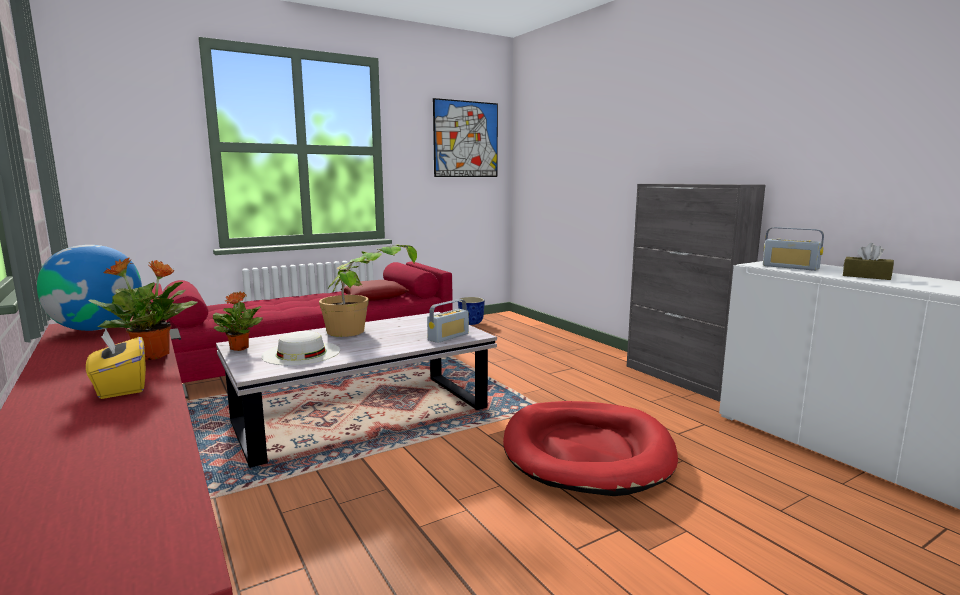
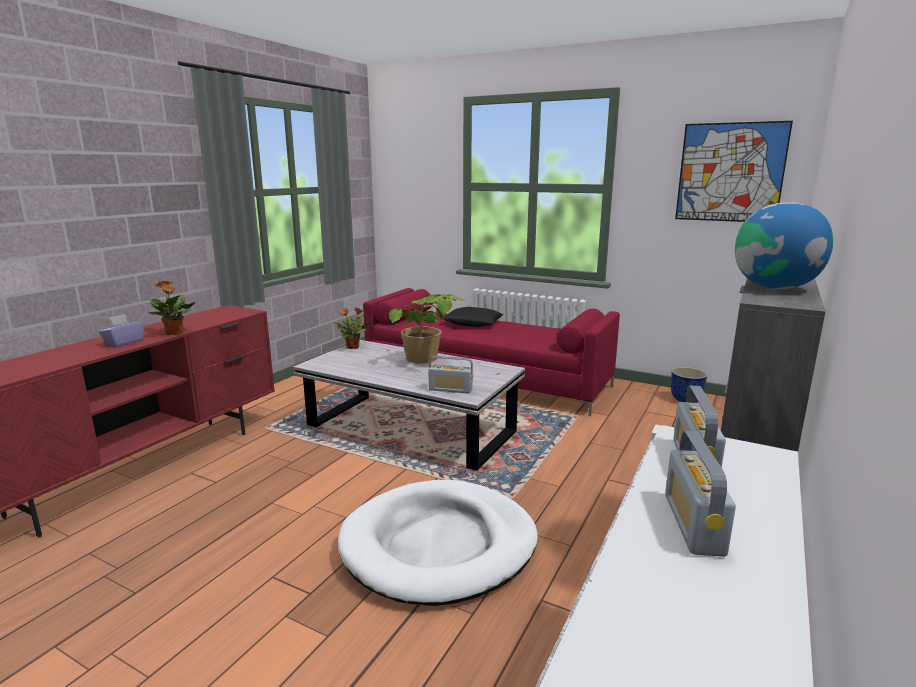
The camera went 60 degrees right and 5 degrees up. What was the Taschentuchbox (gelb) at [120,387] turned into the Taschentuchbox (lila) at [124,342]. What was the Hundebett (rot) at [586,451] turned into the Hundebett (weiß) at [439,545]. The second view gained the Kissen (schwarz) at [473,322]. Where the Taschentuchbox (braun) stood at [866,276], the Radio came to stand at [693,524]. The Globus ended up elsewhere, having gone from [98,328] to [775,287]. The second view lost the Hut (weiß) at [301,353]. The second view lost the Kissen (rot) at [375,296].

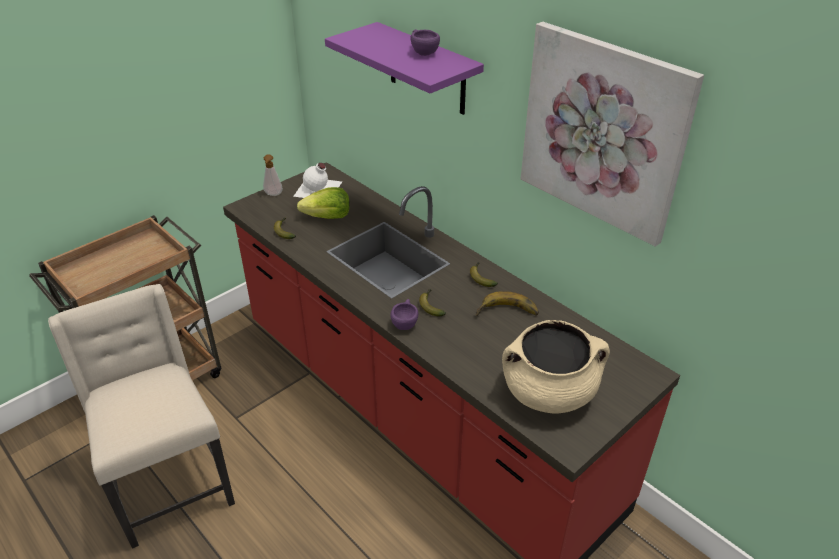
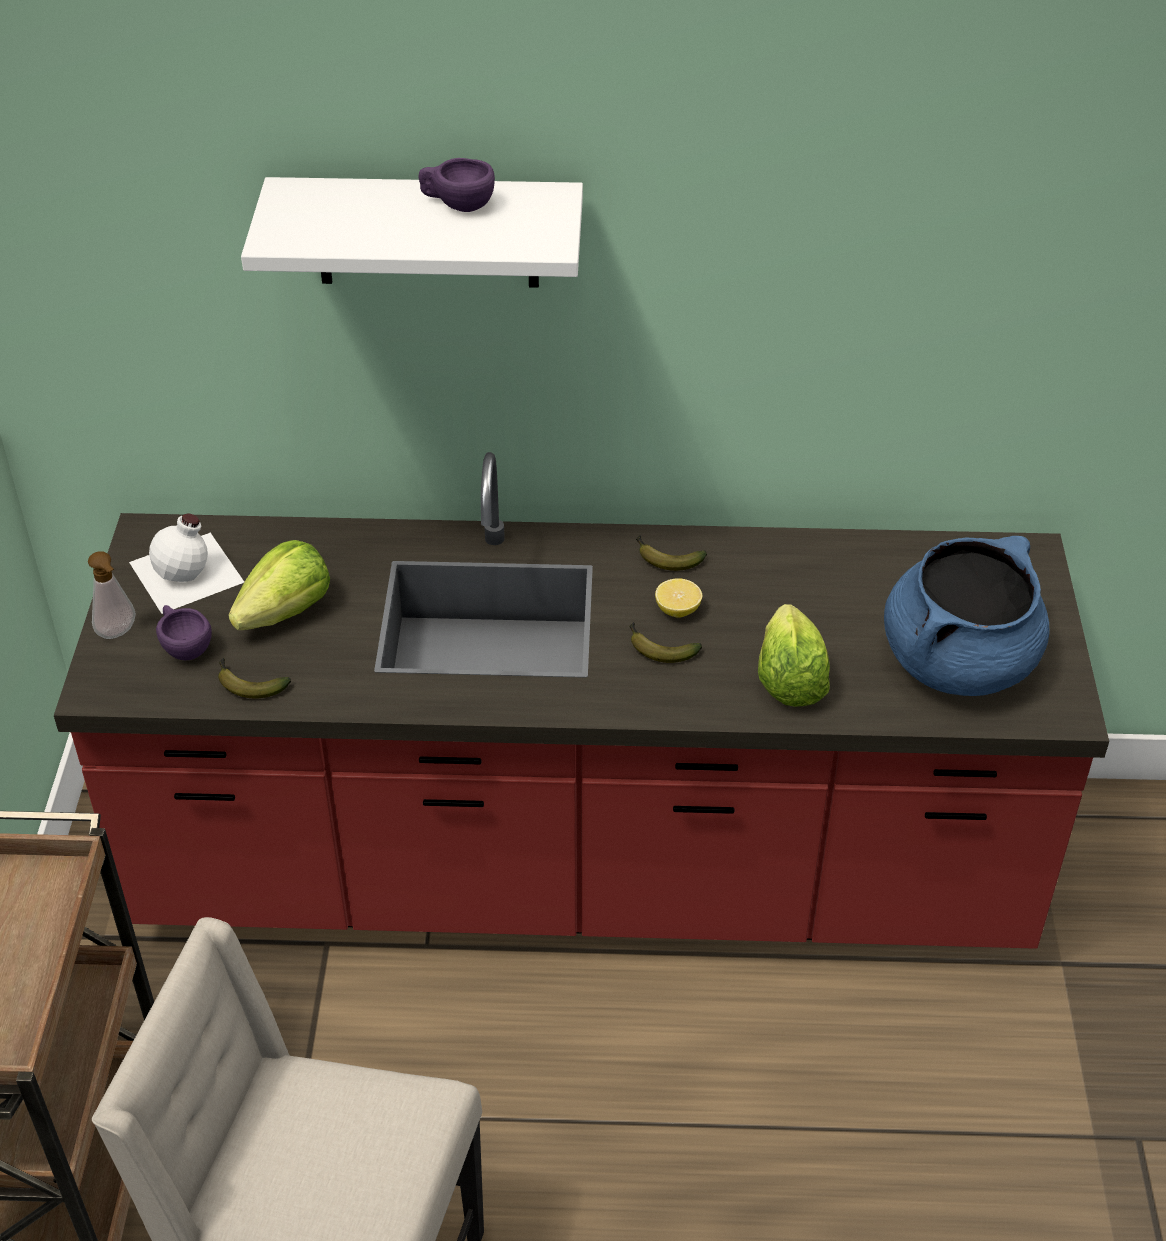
The camera went 45 degrees left and 5 degrees up. The Tasse (lila) ended up elsewhere, having gone from [405,322] to [184,646]. What was the Wandregal (lila) at [427,69] turned into the Wandregal (weiß) at [427,232]. The second view gained the Zitrone at [677,610]. The second view gained the Salatkopf at [789,680]. What was the Kochtopf (beige) at [548,392] turned into the Kochtopf (blau) at [958,662]. The second view lost the Banane at [507,313]. The second view lost the Bild at [603,132].

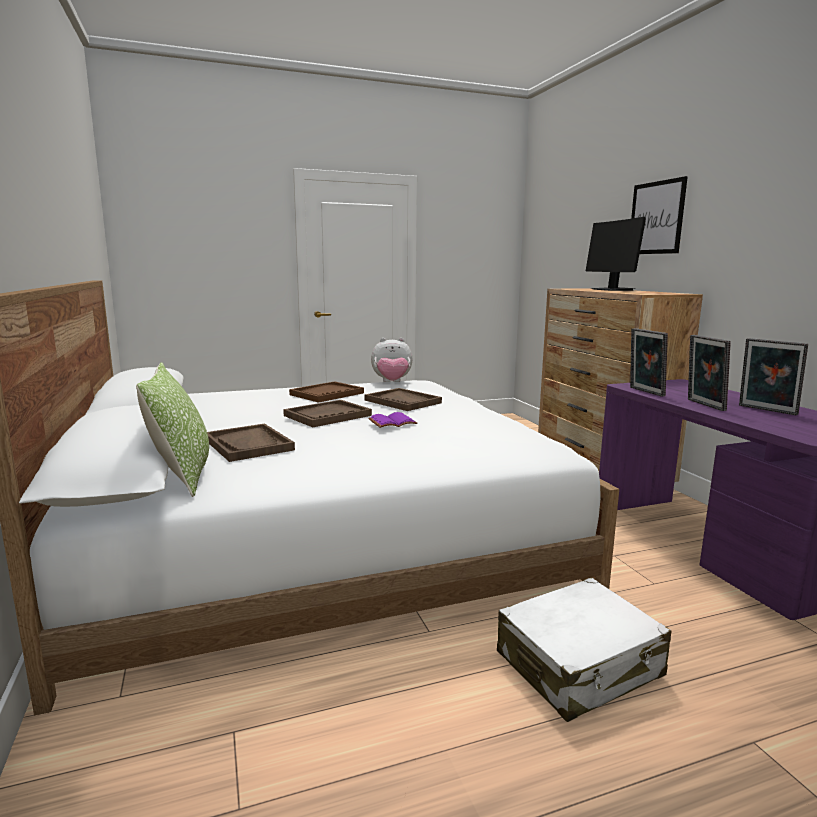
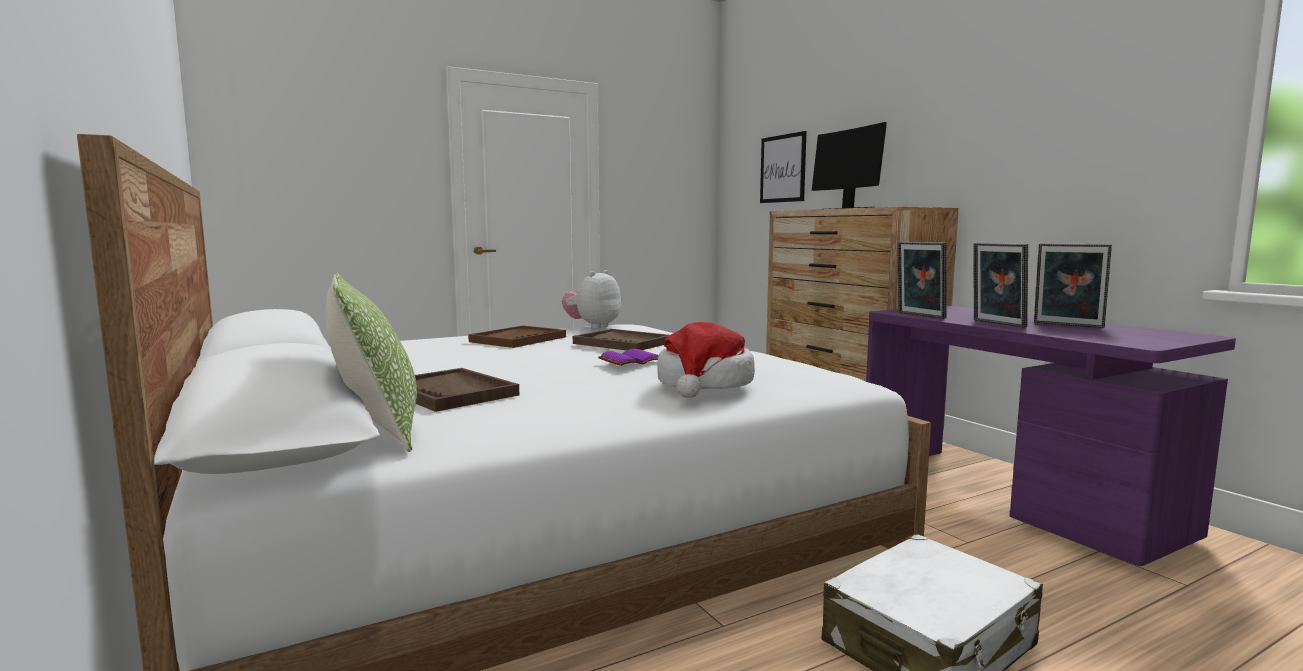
The camera went 10 degrees left and 5 degrees down. The Plüschtier at [392,382] ended up facing another way, 135 degrees clockwise from before. The second view gained the Hut at [704,384]. The Bild ended up elsewhere, having gone from [656,218] to [782,168]. The second view lost the Tablett (braun) at [327,416].

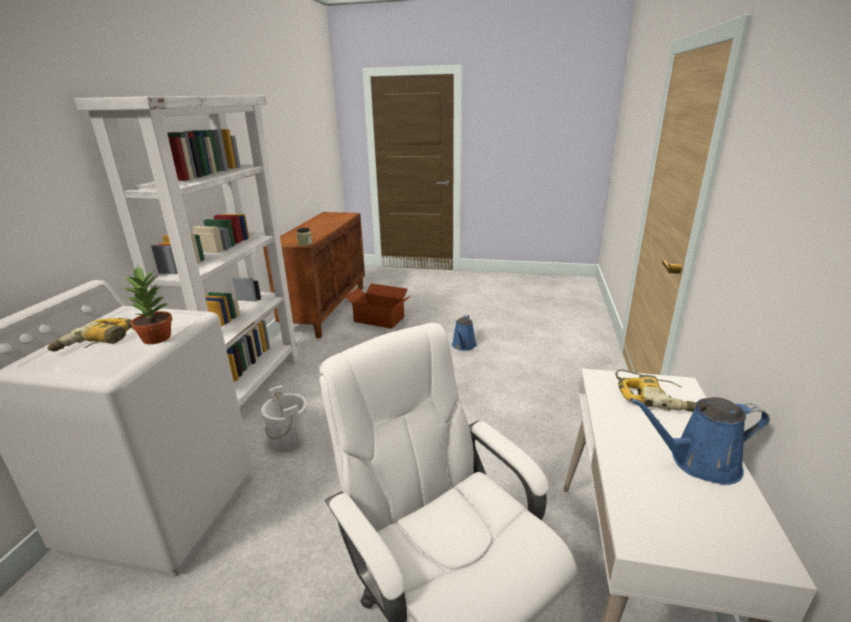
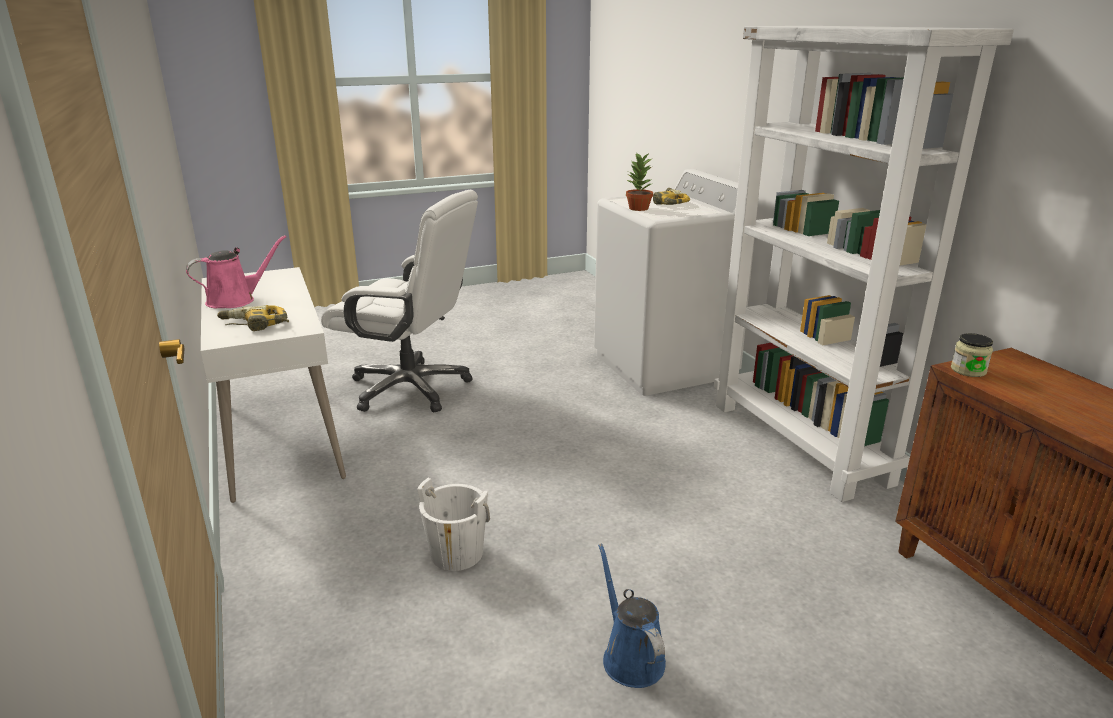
The camera went 145 degrees right and 0 degrees up. What was the Gießkanne (blau) at [699,463] turned into the Gießkanne (rosa) at [235,300]. The Eimer (weiß) ended up elsewhere, having gone from [289,439] to [456,554]. The second view lost the Karton at [379,320].

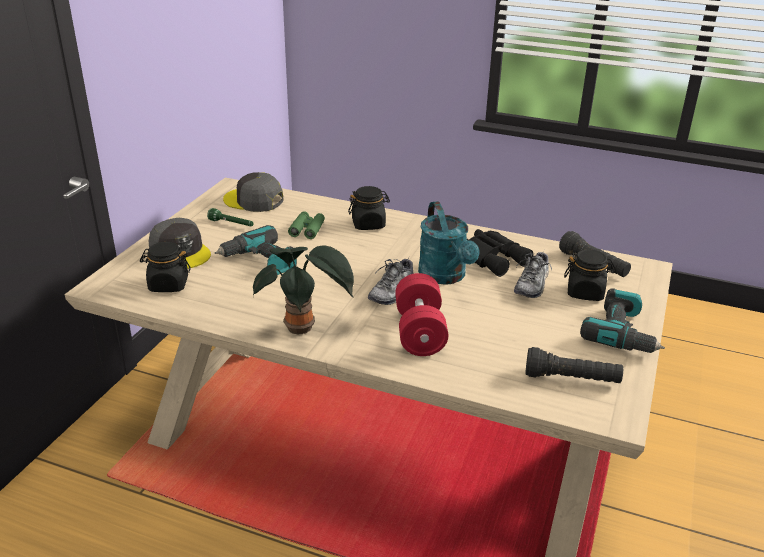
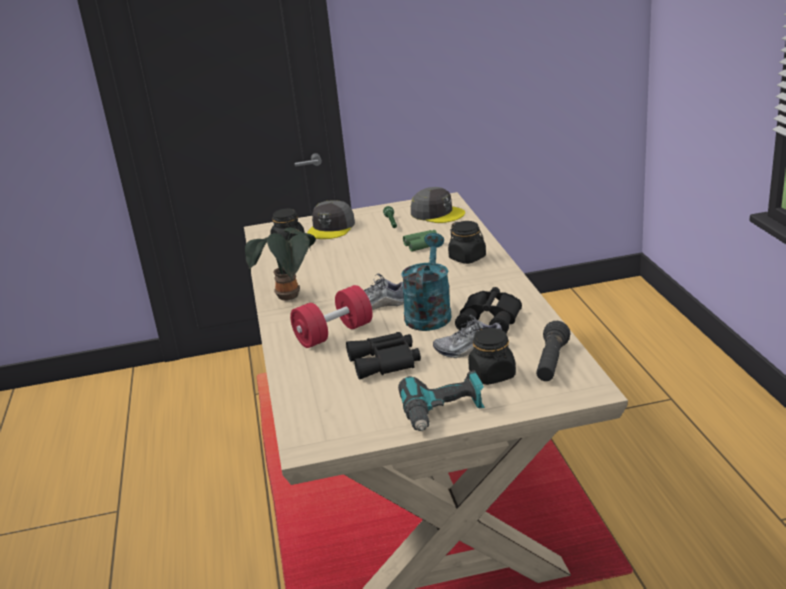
The camera went 60 degrees right and 5 degrees down. The second view gained the Fernglas (schwarz) at [386,362]. The Gießkanne (türkis) at [445,276] ended up facing another way, 150 degrees clockwise from before. The Kappe (grau) at [253,200] ended up facing another way, 135 degrees clockwise from before. The second view lost the Bohrmaschine at [260,261]. The second view lost the Taschenlampe (schwarz) at [571,379].

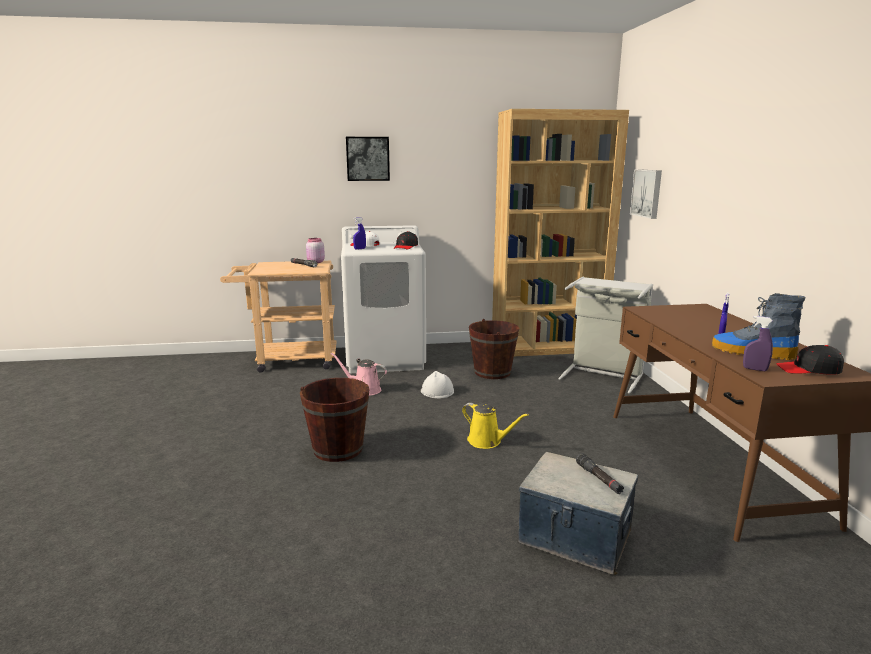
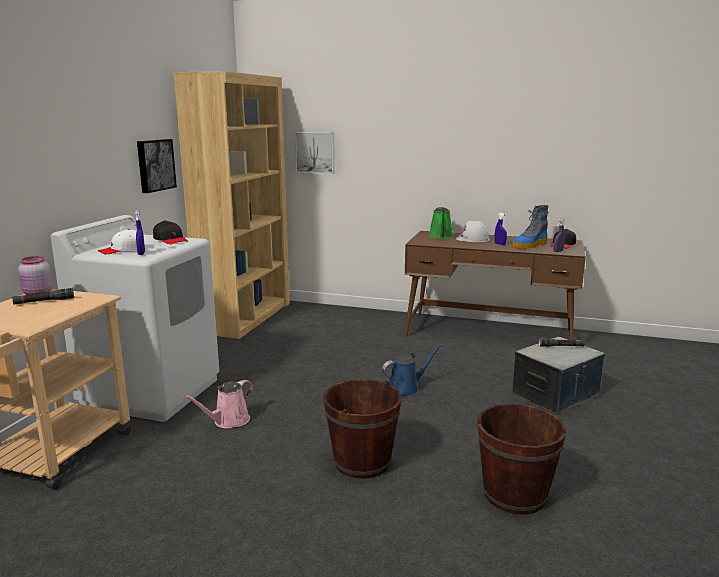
The camera went 65 degrees left and 0 degrees up. The Bild ended up elsewhere, having gone from [368,158] to [155,165]. What was the Gießkanne (gelb) at [487,441] turned into the Gießkanne (blau) at [406,388]. The second view gained the Gießkanne (grün) at [441,236]. The Schutzhelm (weiß) ended up elsewhere, having gone from [437,391] to [472,239]. The Eimer (braun) ended up elsewhere, having gone from [492,372] to [514,494]. The second view lost the Wäschekorb (grau) at [603,375].

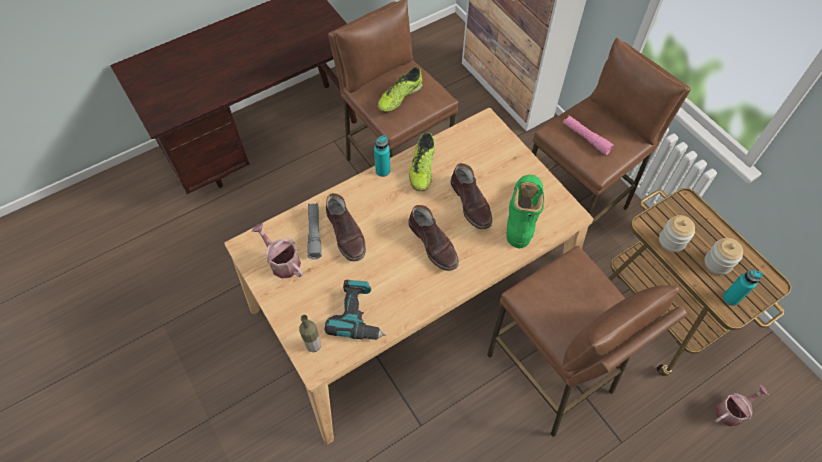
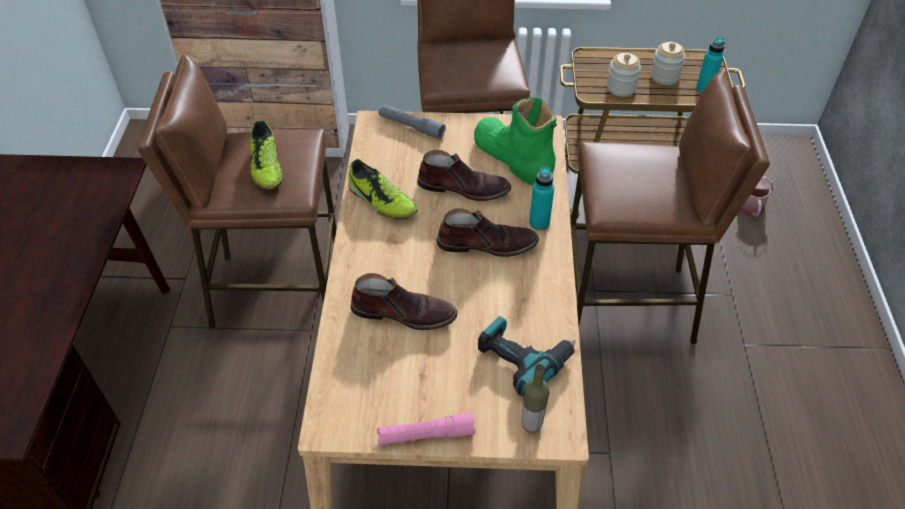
The camera went 55 degrees left and 10 degrees down. The Taschenlampe (rosa) ended up elsewhere, having gone from [586,138] to [426,435]. The Taschenlampe (grau) ended up elsewhere, having gone from [314,233] to [411,126]. The Flasche (türkis) ended up elsewhere, having gone from [383,170] to [539,223]. The second view lost the Gießkanne at [282,262].

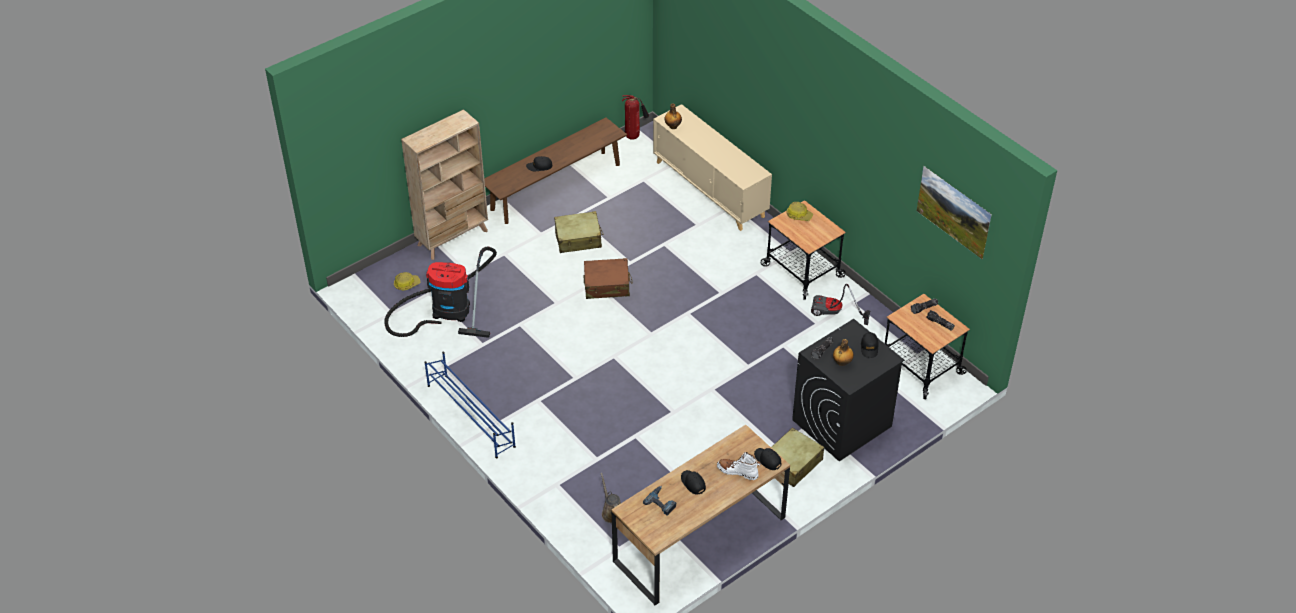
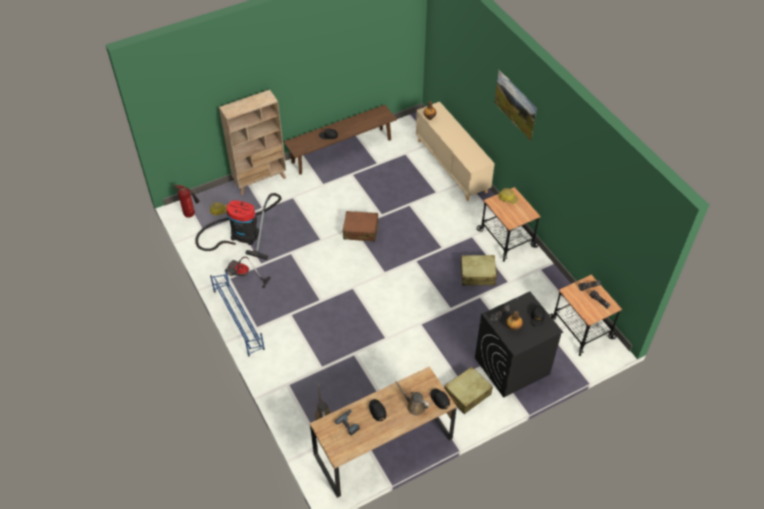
The camera went 10 degrees right and 5 degrees up. The Feuerlöscher ended up elsewhere, having gone from [634,136] to [191,214]. The Staubsauger ended up elsewhere, having gone from [834,314] to [243,276]. Where the Stiefel (weiß) stood at [737,471], the Gießkanne (braun) came to stand at [414,406]. The Koffer (beige) ended up elsewhere, having gone from [578,238] to [478,274]. The Bild ended up elsewhere, having gone from [951,223] to [513,113].

